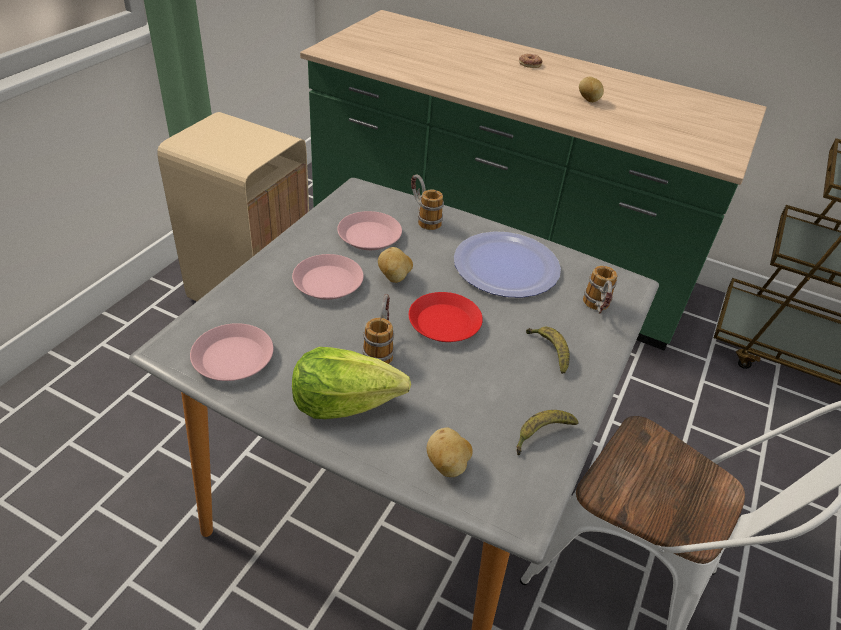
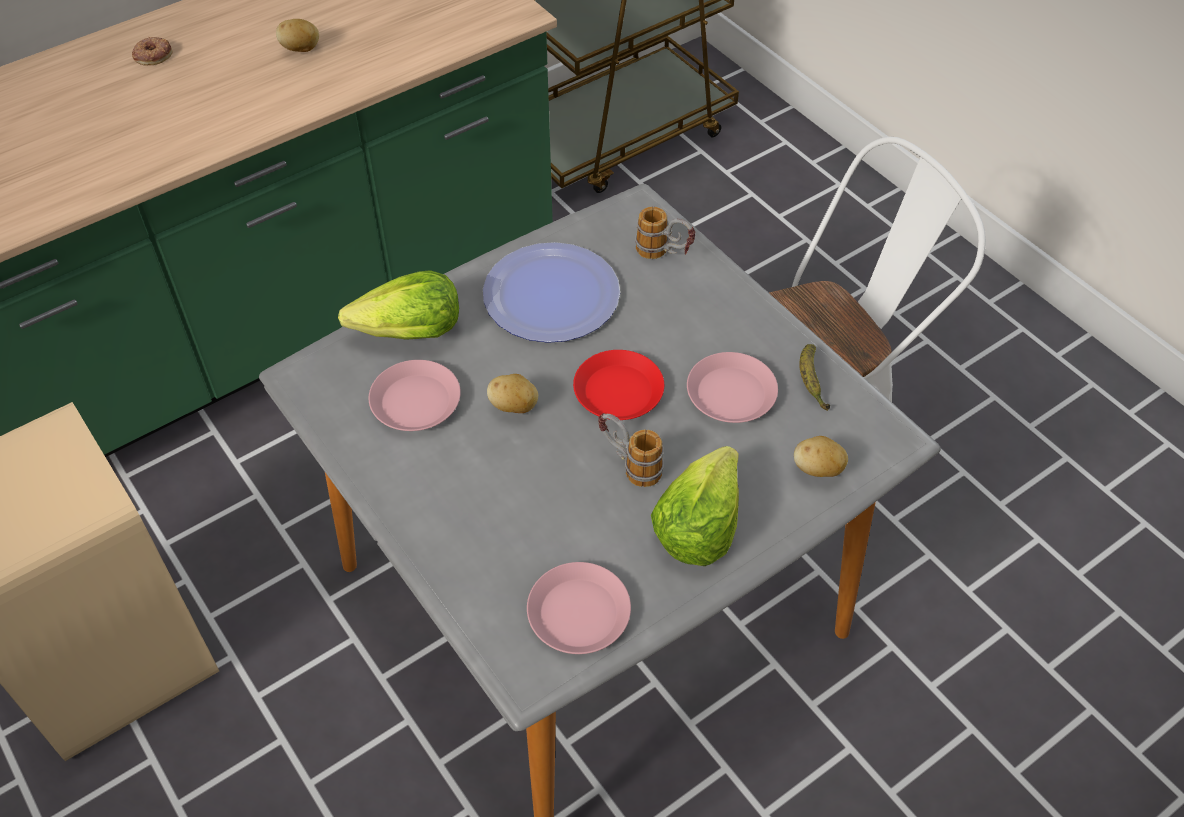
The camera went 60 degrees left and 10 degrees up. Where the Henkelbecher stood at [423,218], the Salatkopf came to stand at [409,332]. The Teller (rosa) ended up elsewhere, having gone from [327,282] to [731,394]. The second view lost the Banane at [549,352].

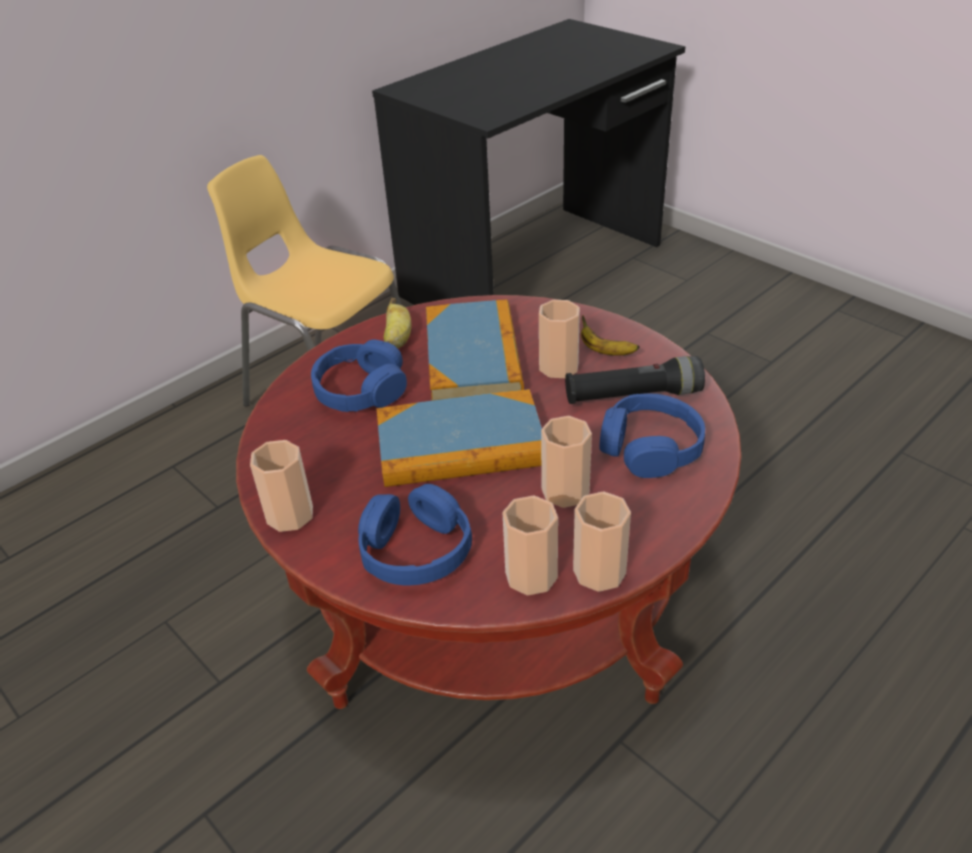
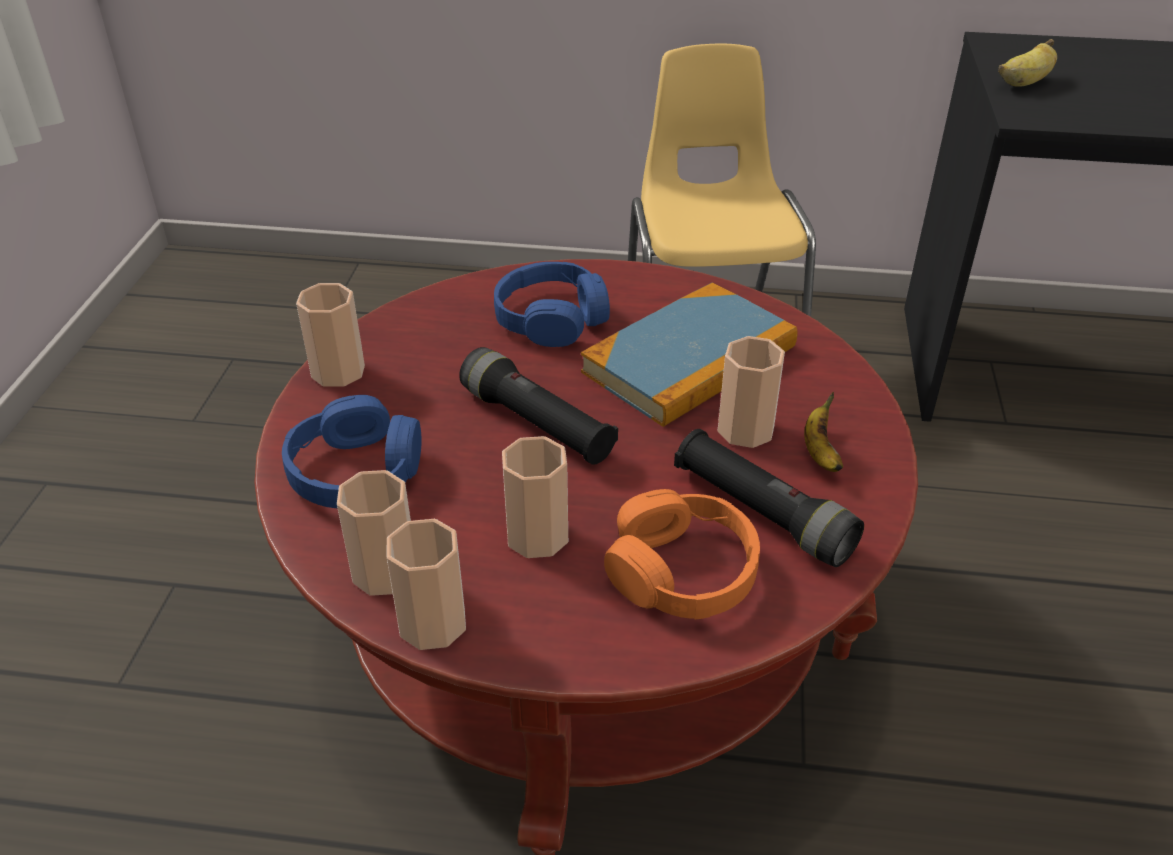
The camera went 50 degrees right and 0 degrees up. Where the Buch stood at [460,444], the Taschenlampe (schwarz) came to stand at [537,424]. What was the Kopfhörer (blau) at [650,447] turned into the Kopfhörer (orange) at [682,572]. The Banane ended up elsewhere, having gone from [398,339] to [1024,83].

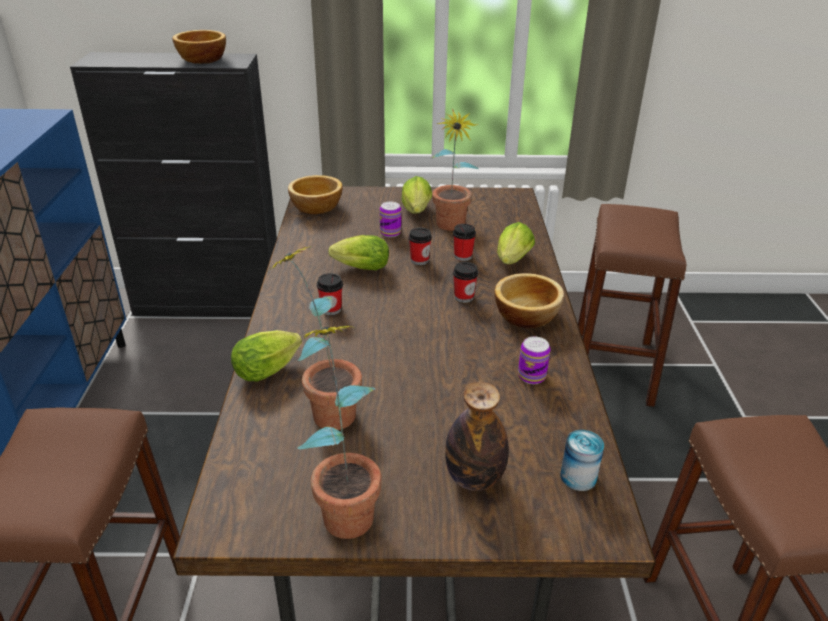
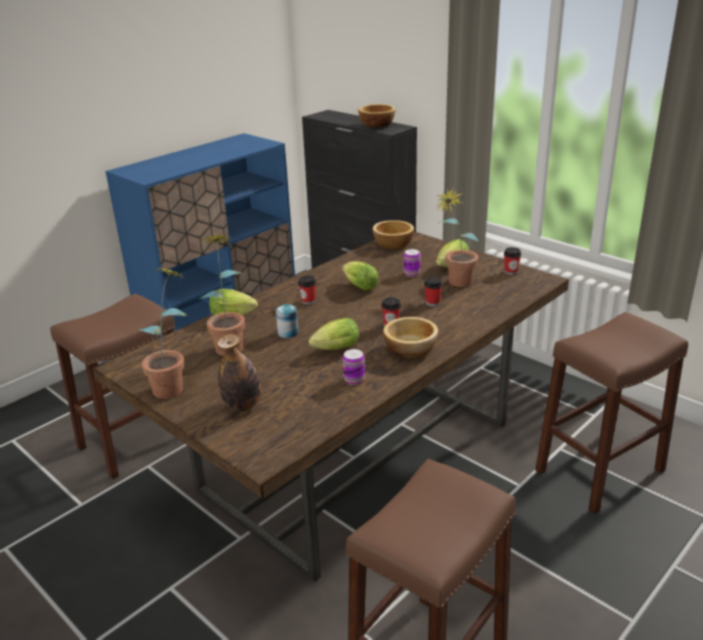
The camera went 45 degrees right and 5 degrees down. The Dose ended up elsewhere, having gone from [578,477] to [288,333]. The Salatkopf ended up elsewhere, having gone from [512,262] to [334,349]. The Tasse ended up elsewhere, having gone from [419,260] to [511,272].

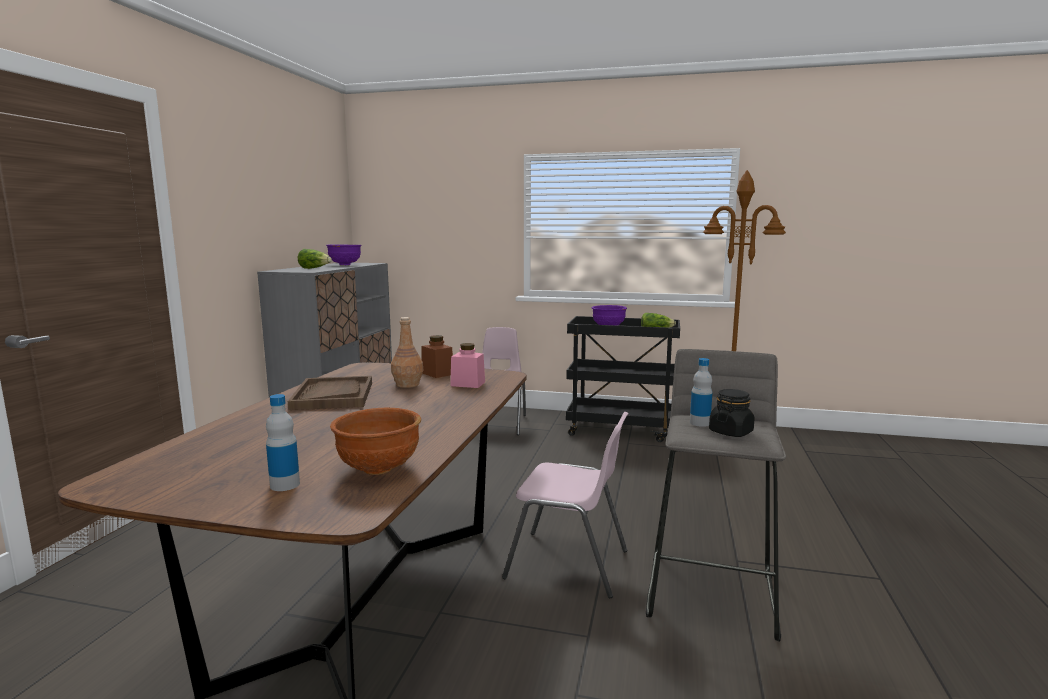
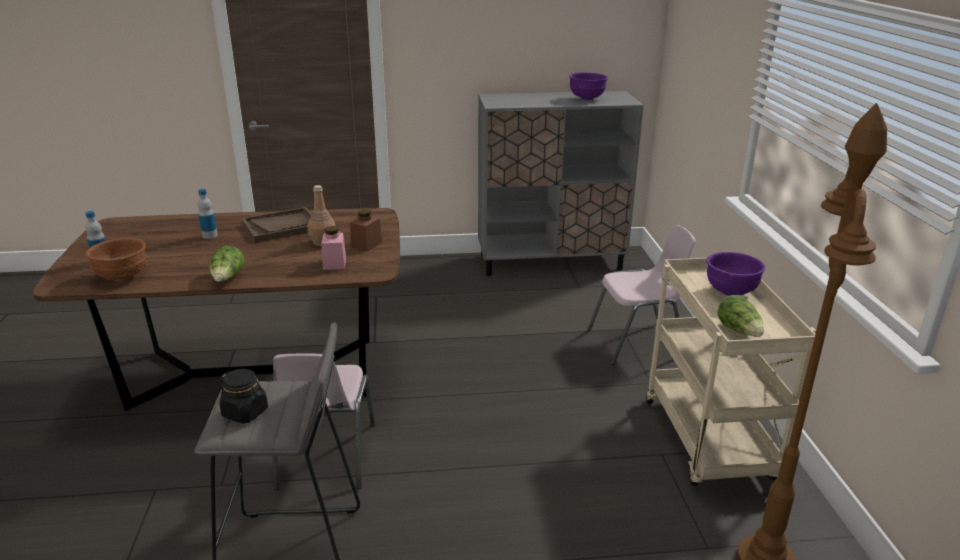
The camera went 70 degrees right and 15 degrees up. The Flasche ended up elsewhere, having gone from [700,423] to [210,235]. The Salatkopf ended up elsewhere, having gone from [315,268] to [228,278]. What was the Rollwagen (schwarz) at [621,430] turned into the Rollwagen (beige) at [710,441].

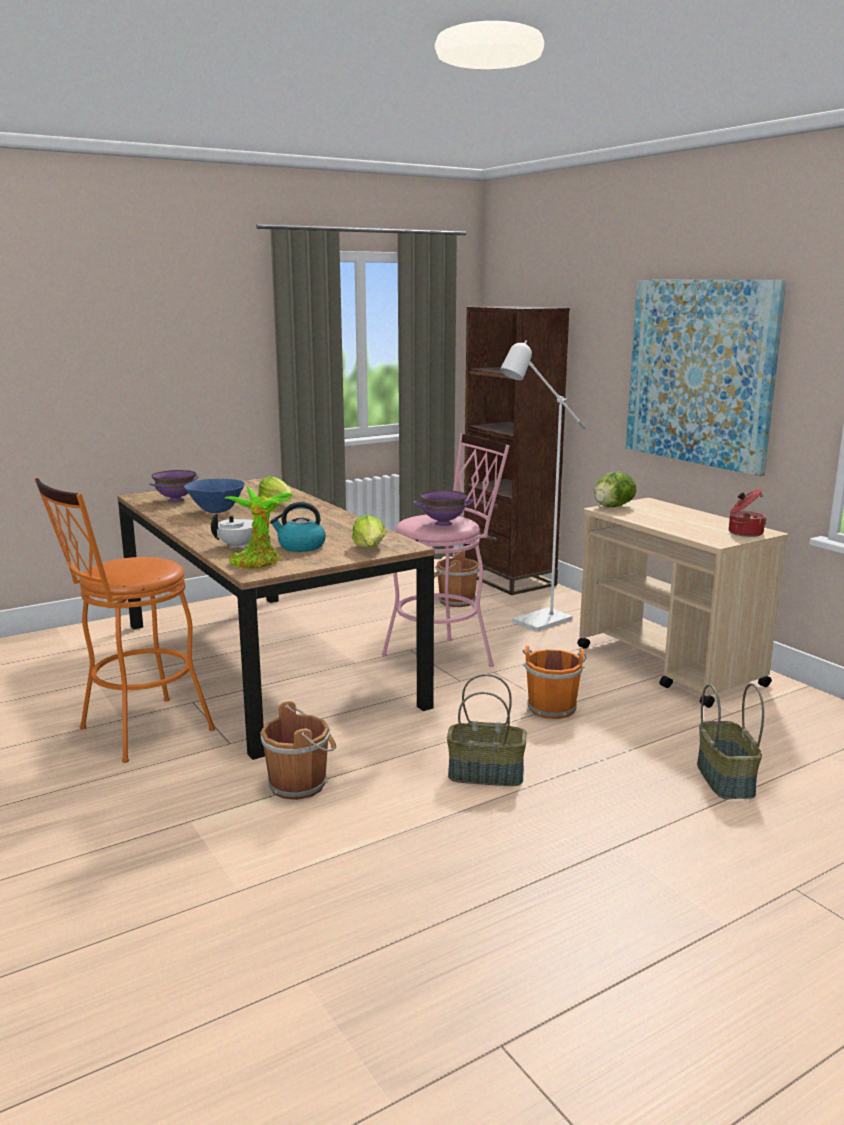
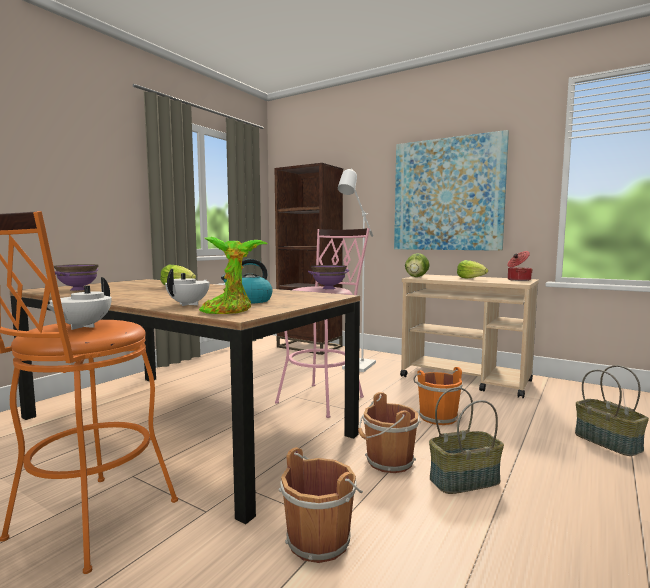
The camera went 25 degrees left and 10 degrees down. The second view gained the Teekanne (weiß) at [82,327]. The Eimer (braun) ended up elsewhere, having gone from [455,601] to [387,462]. The Salatkopf ended up elsewhere, having gone from [370,548] to [471,278]. The second view lost the Schüssel (blau) at [217,511].

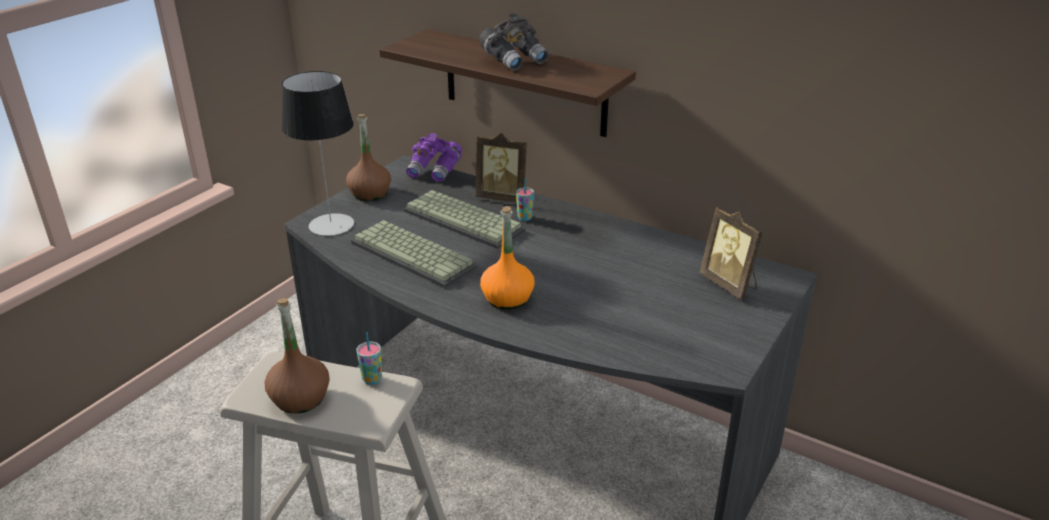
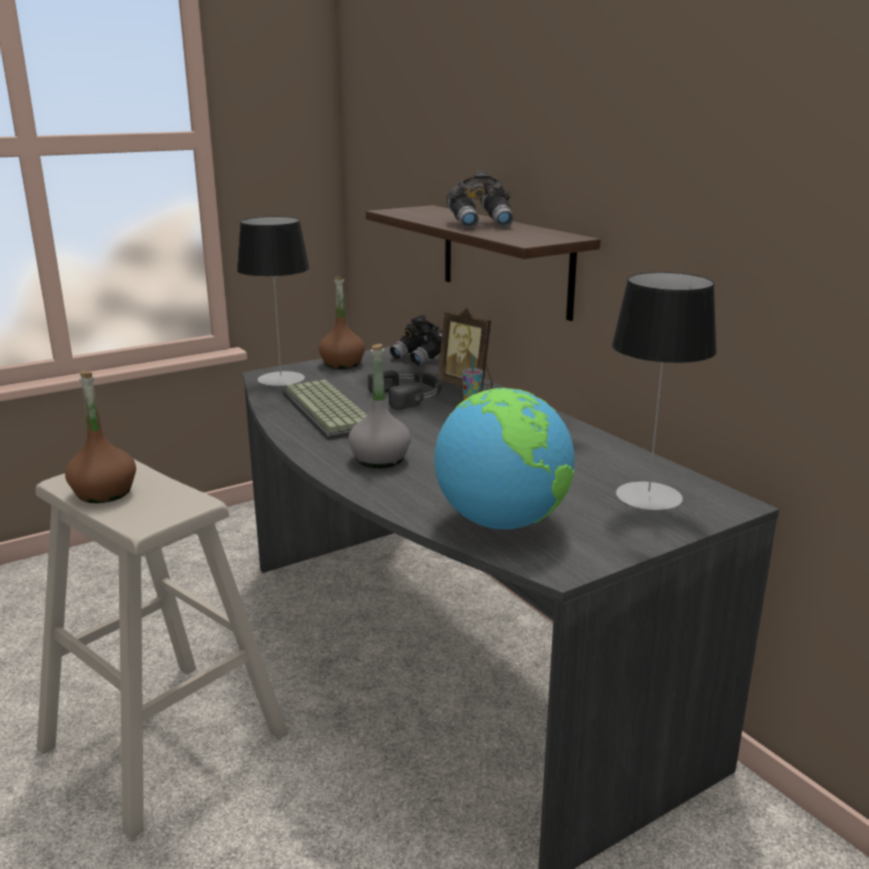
The camera went 25 degrees right and 10 degrees down. What was the Flasche (orange) at [507,299] turned into the Flasche (grau) at [380,459]. Where the Tastatur stood at [465,220], the Kopfhörer (schwarz) came to stand at [409,395]. What was the Fernglas (lila) at [435,171] turned into the Fernglas (schwarz) at [422,358]. The second view gained the Globus at [502,522]. Where the Bilderrahmen stood at [730,284], the Tischlampe came to stand at [648,496]. The second view lost the Tasse at [372,379].

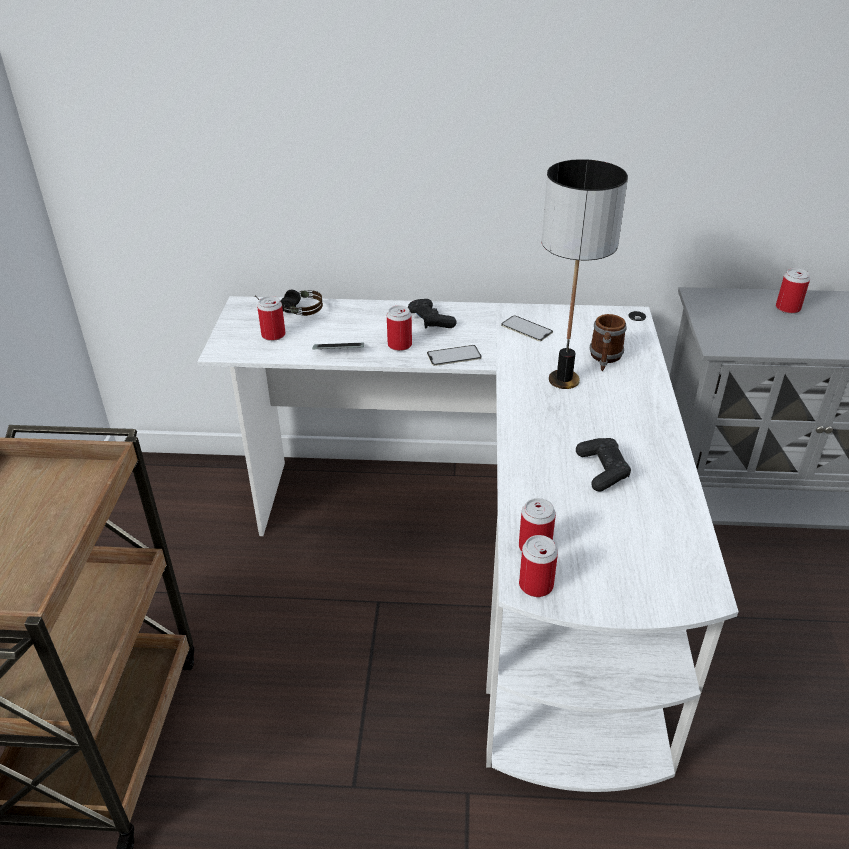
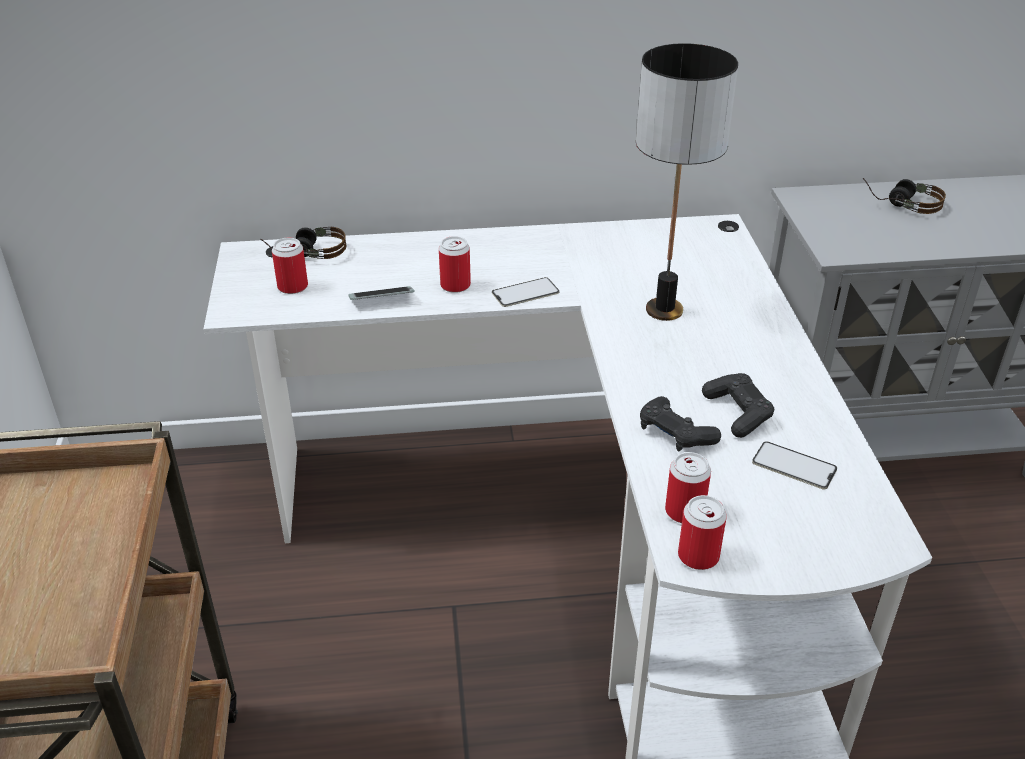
The camera went 10 degrees left and 0 degrees up. The Gamepad (schwarz) ended up elsewhere, having gone from [430,321] to [675,434]. The Handy ended up elsewhere, having gone from [526,329] to [794,466]. Where the Dose stood at [787,308], the Kopfhörer came to stand at [900,203]. The second view lost the Henkelbecher at [605,359].

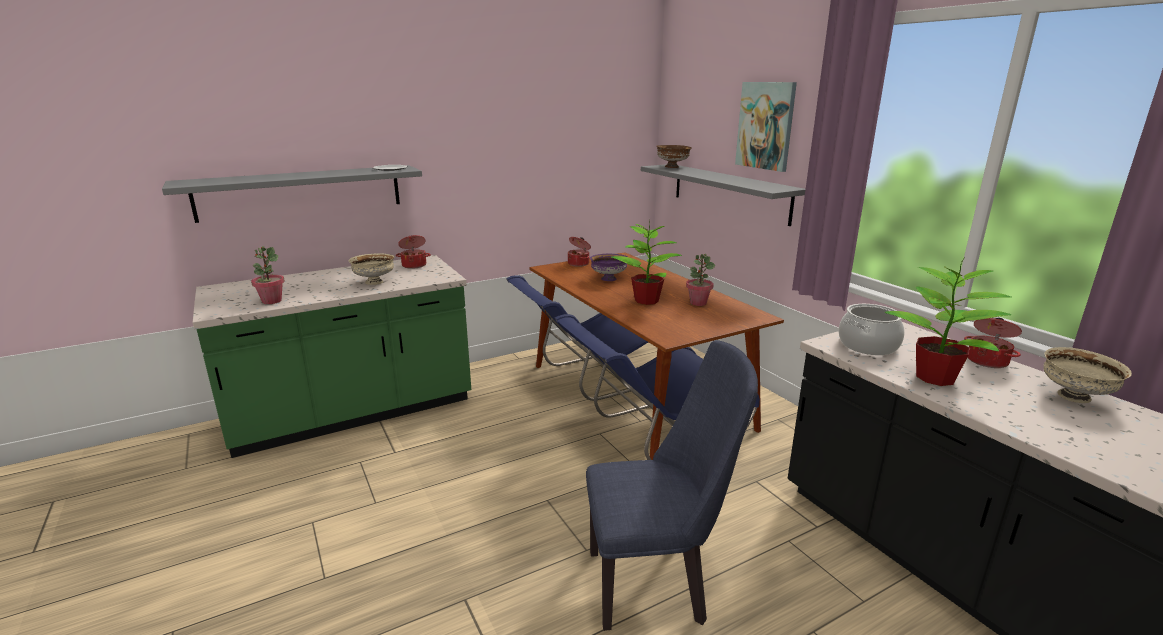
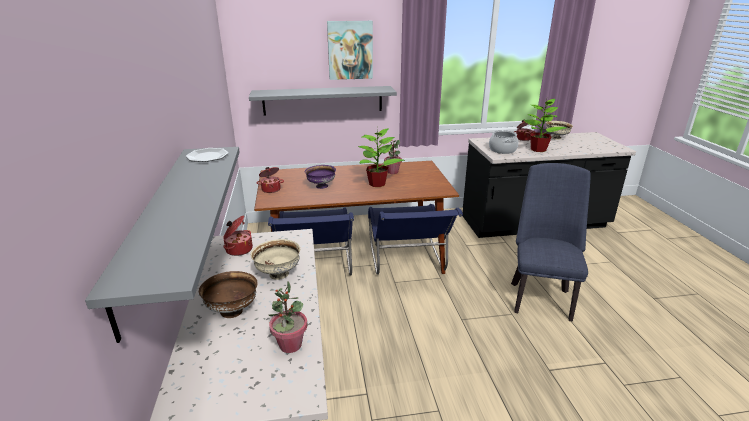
The camera went 70 degrees left and 5 degrees up. The Schüssel (braun) ended up elsewhere, having gone from [672,167] to [232,310].

